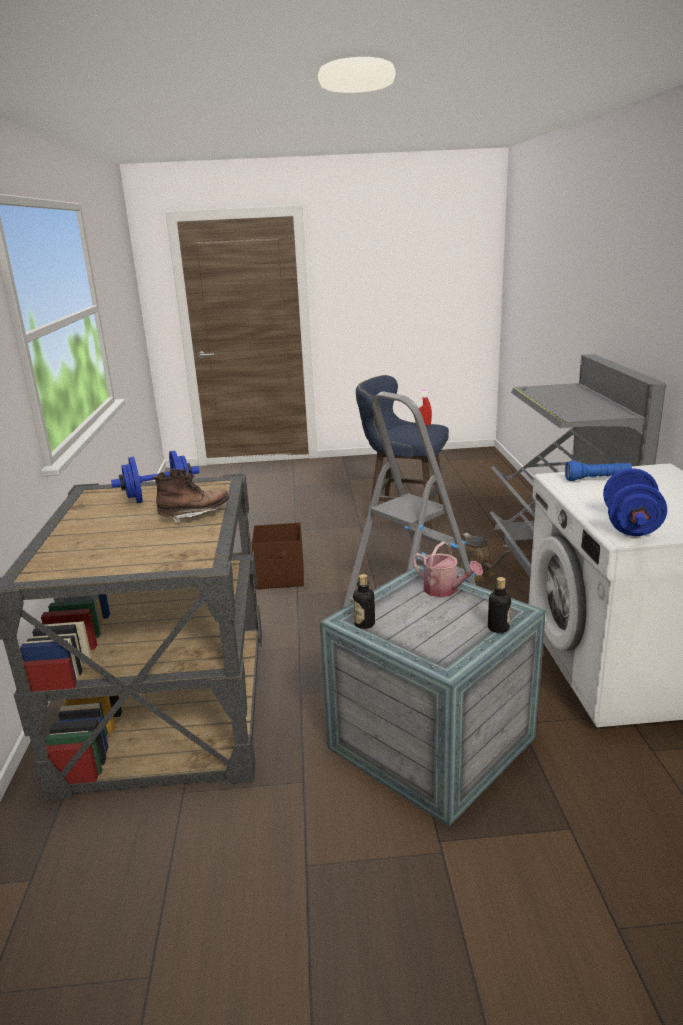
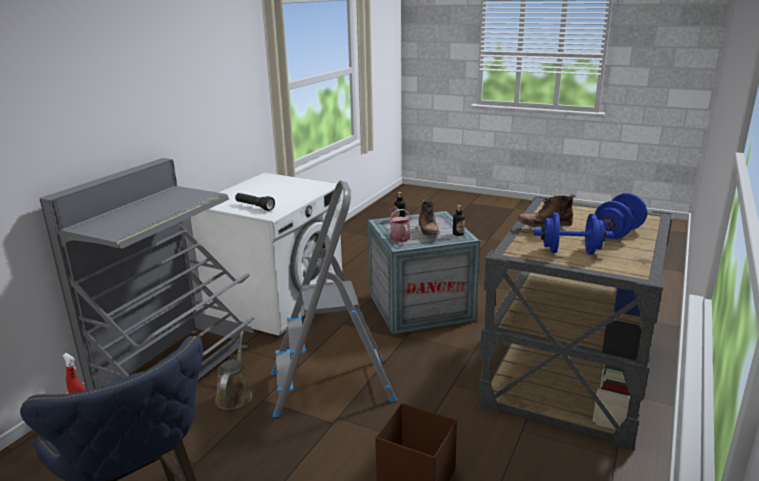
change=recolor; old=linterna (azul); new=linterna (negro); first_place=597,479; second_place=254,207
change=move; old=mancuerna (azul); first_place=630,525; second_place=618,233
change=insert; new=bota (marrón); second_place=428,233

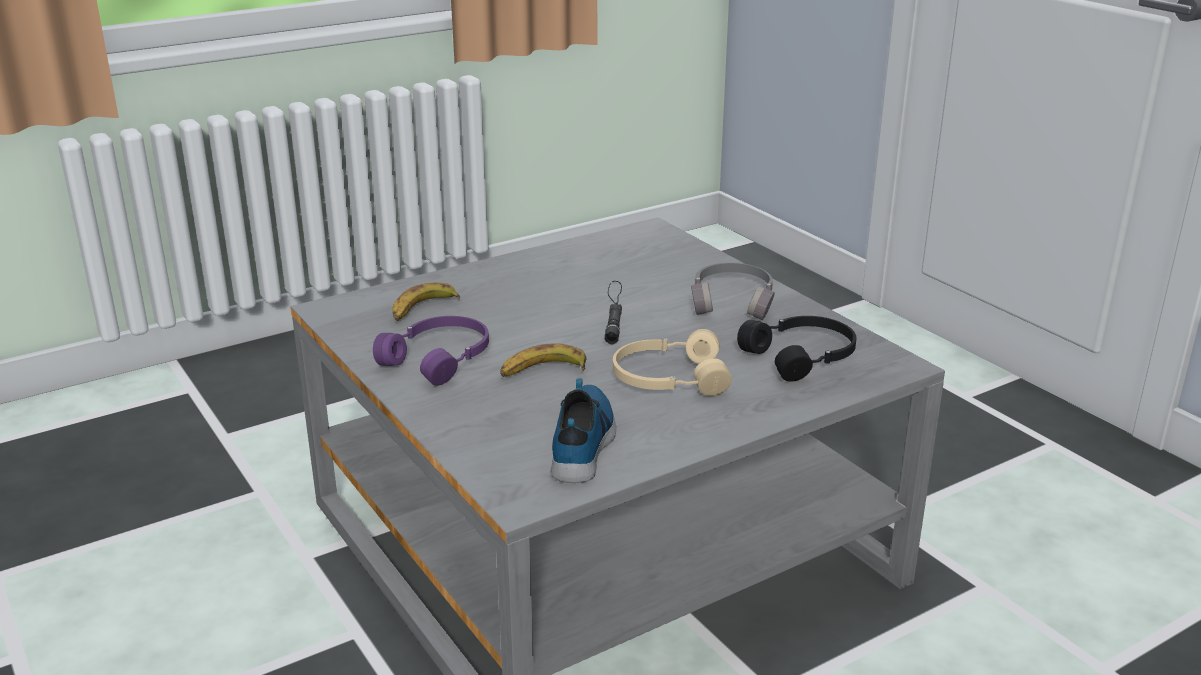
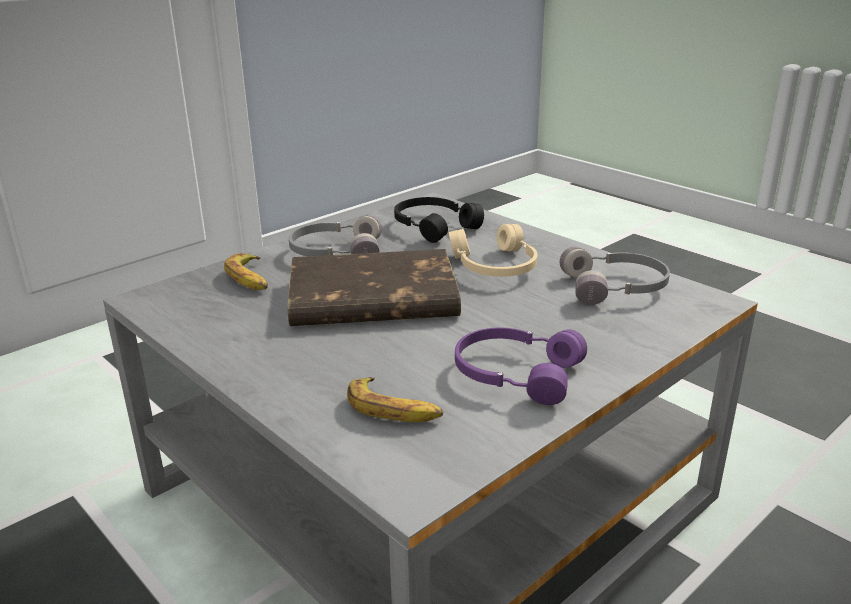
change=move; old=plátano; first_place=543,371; second_place=250,279
change=replace; old=zapato; new=auriculares (gris); first_place=584,442; second_place=616,288
change=replace; old=linterna (negro); new=libro (marrón); first_place=613,312; second_place=371,298

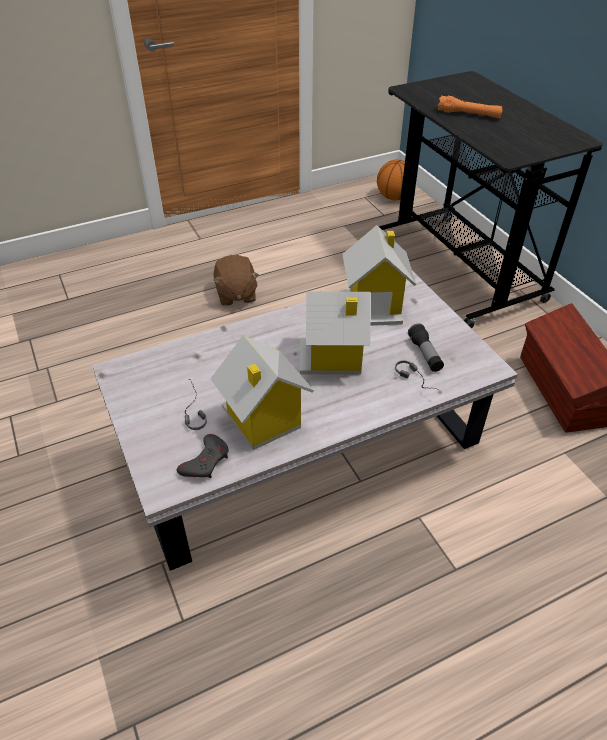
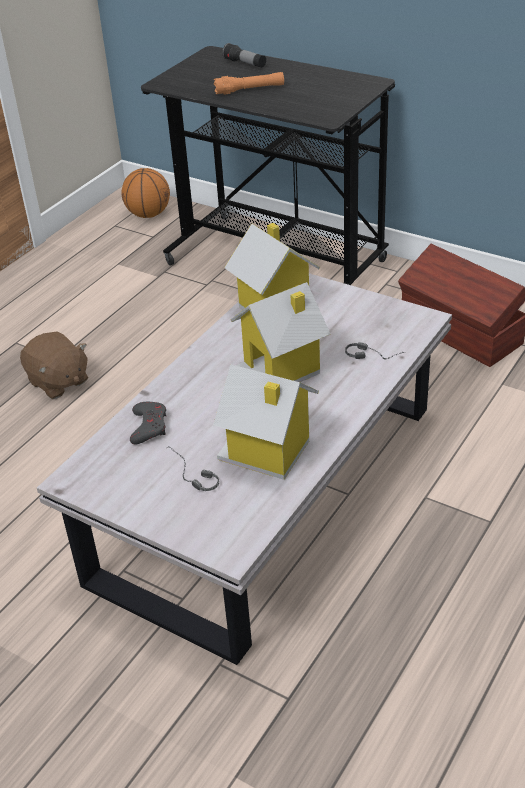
change=move; old=mando de consola (gris); first_place=206,461; second_place=149,426
change=move; old=linterna; first_place=425,354; second_place=245,64

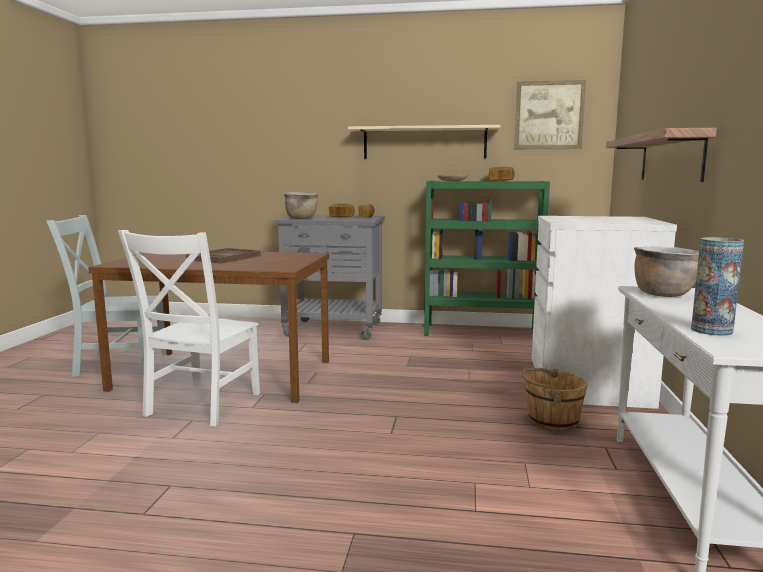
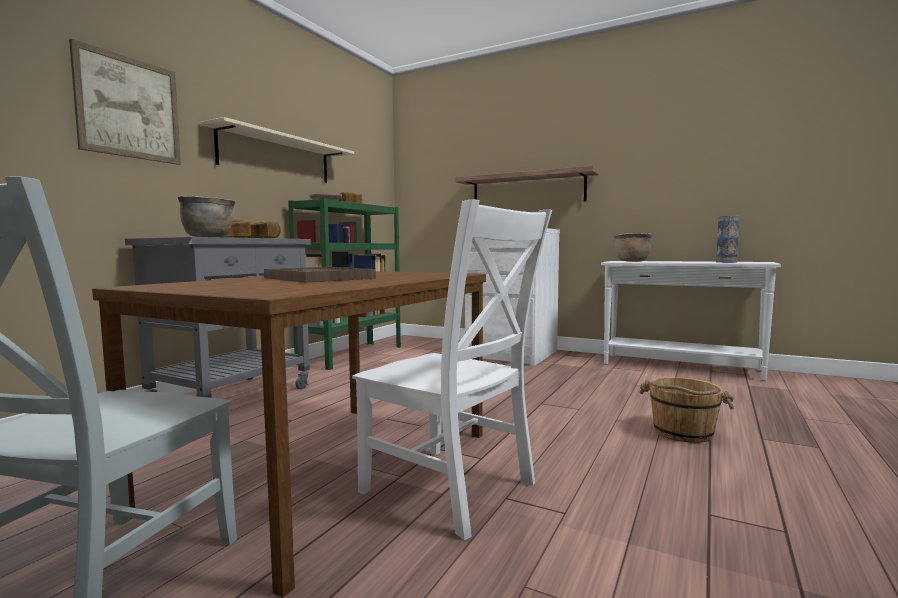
change=move; old=cuadro; first_place=549,115; second_place=129,108
change=move; old=cubo (marrón); first_place=551,420; second_place=682,432

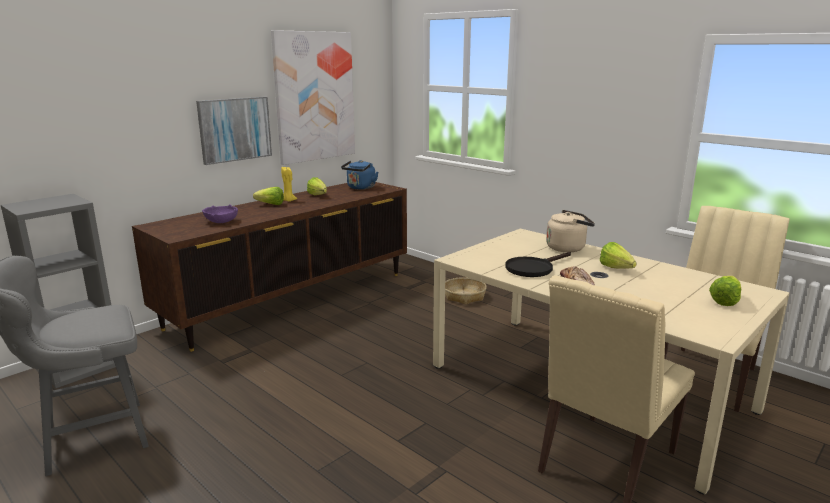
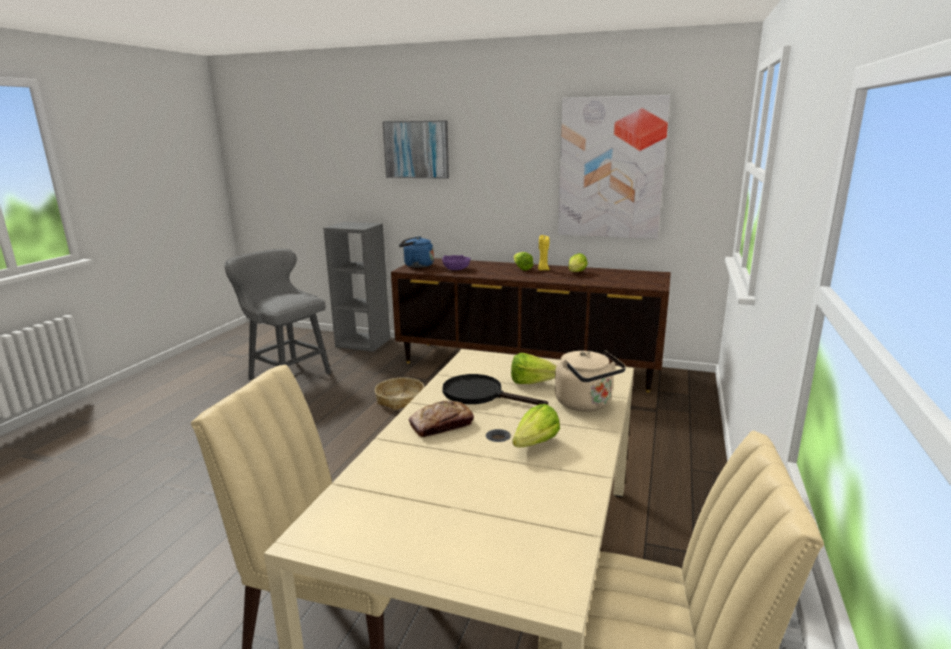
change=move; old=cuadro; first_place=235,129; second_place=416,149
change=move; old=hervidor (azul); first_place=360,188; second_place=416,265
change=move; old=cesta; first_place=464,296; second_place=400,400
change=move; old=lechuga; first_place=727,300; second_place=536,383

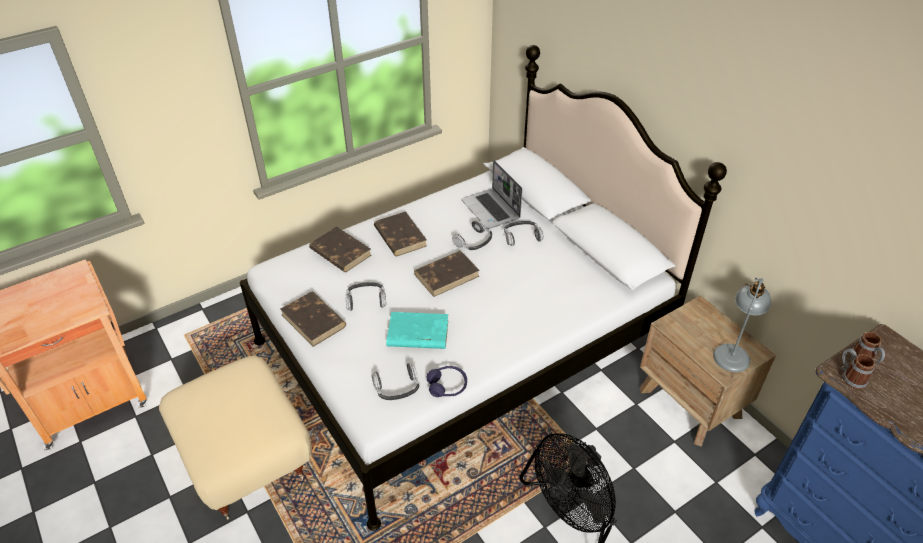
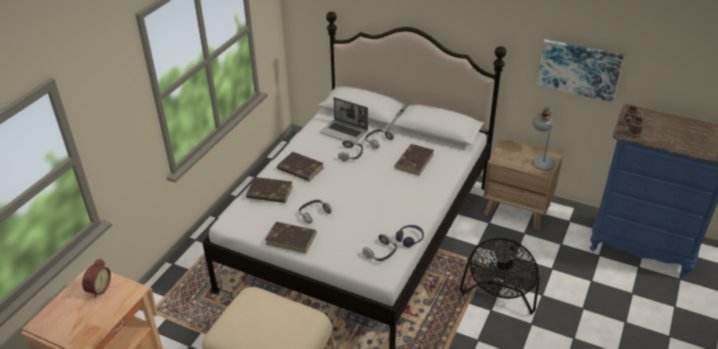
change=delete; old=libro (turquesa); first_place=417,333
change=move; old=libro (marrón); first_place=447,275; second_place=414,161
change=insert; new=despertador; second_place=98,288
change=insert; new=cuadro; second_place=579,69

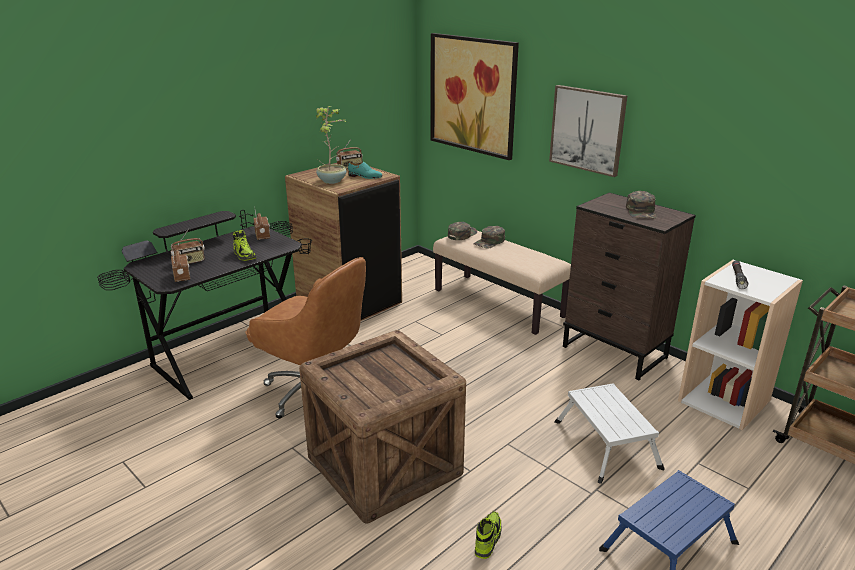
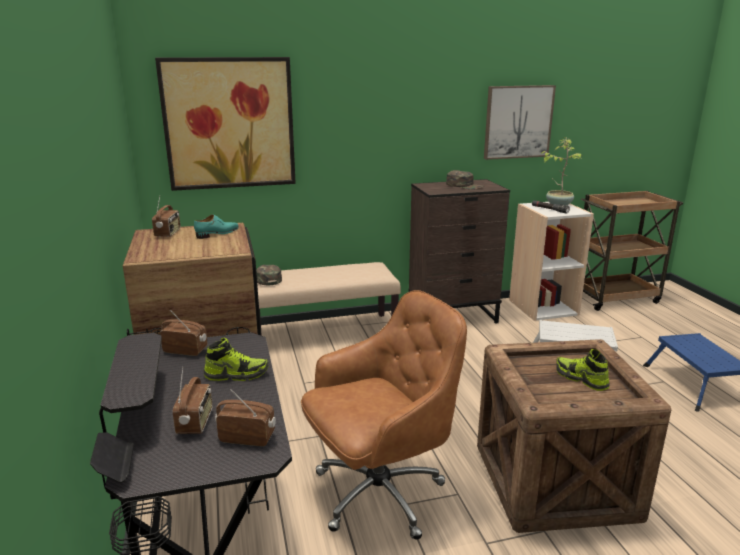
change=move; old=planta en maceta; first_place=332,181; second_place=558,204
change=delete; old=gorra (verde); first_place=489,242
change=move; old=zapato; first_place=487,539; second_place=581,379
change=move; old=cuadro; first_place=587,129; second_place=518,122

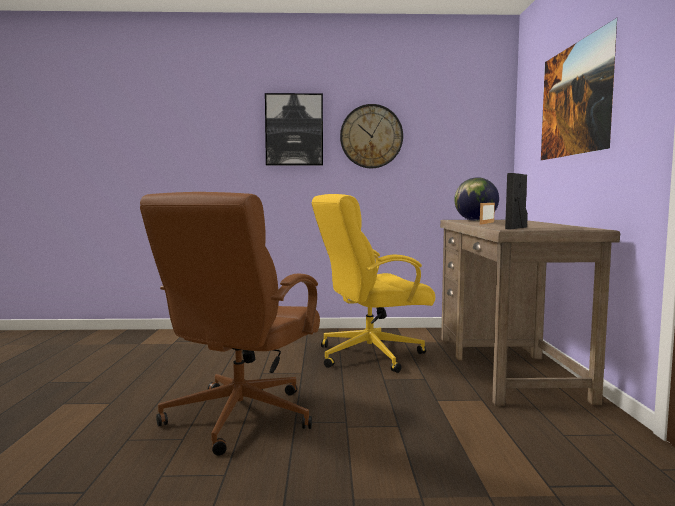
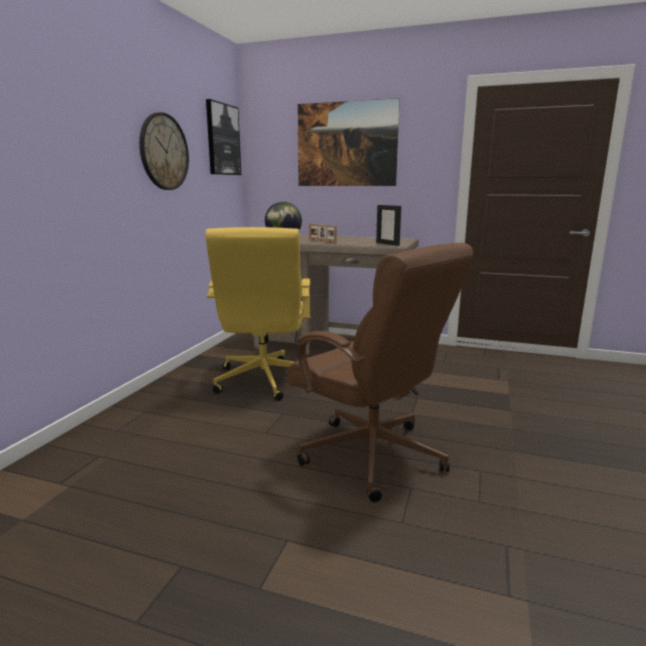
change=move; old=cuadro; first_place=294,130; second_place=222,139

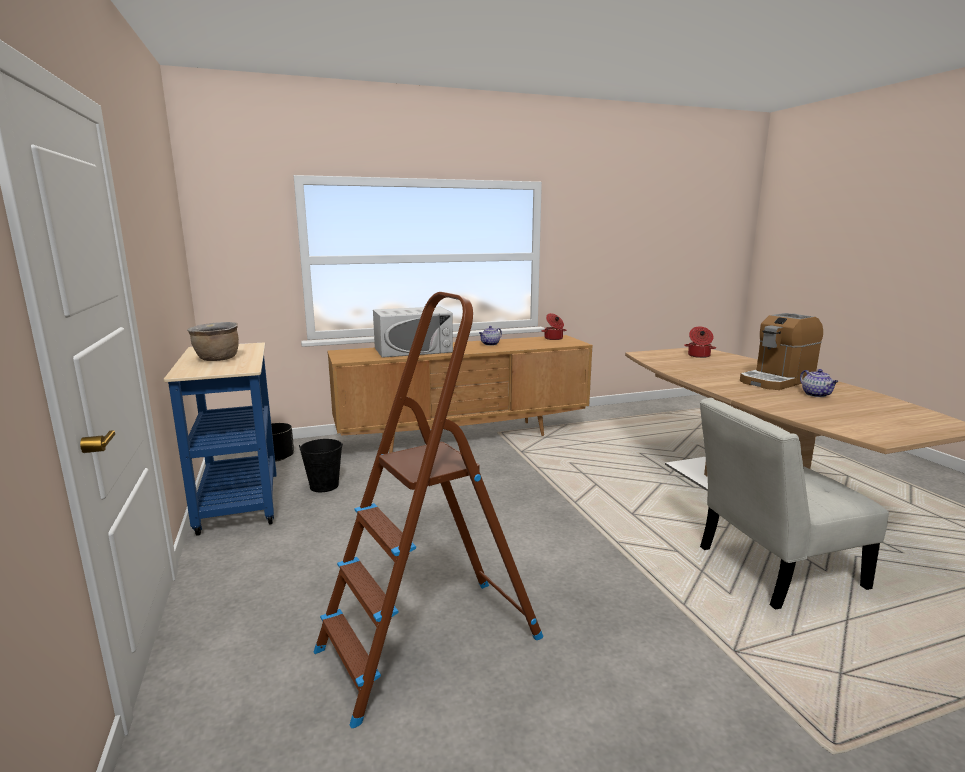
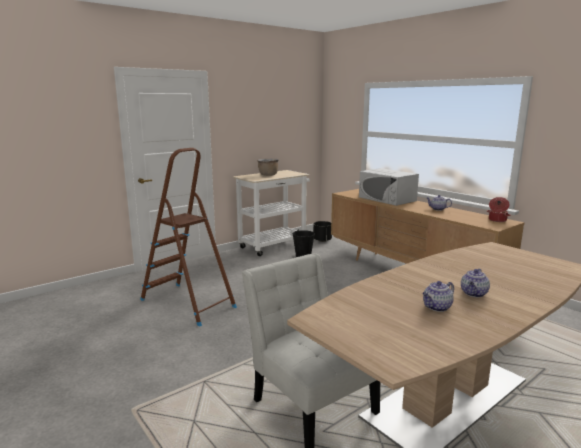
change=recolor; old=carrito (azul); new=carrito (blanco); first_place=239,502; second_place=273,246
change=delete; old=olla; first_place=698,355
change=replace; old=cafetera; new=tetera; first_place=777,380; second_place=474,294

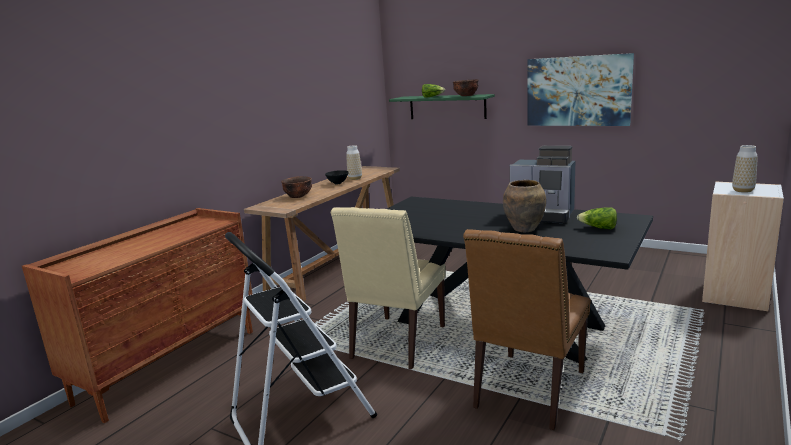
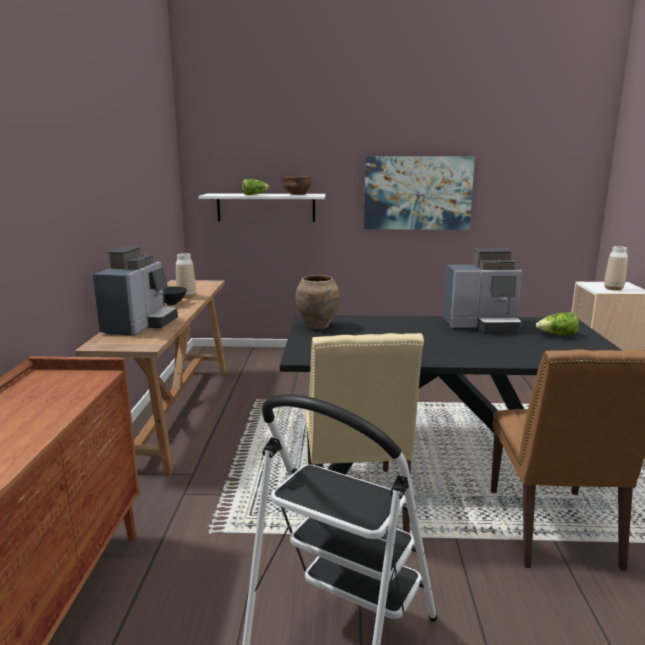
change=replace; old=cuenco (marrón); new=cafetera; first_place=298,196; second_place=140,325
change=recolor; old=estante (verde); new=estante (blanco); first_place=447,107; second_place=266,207
change=move; old=florero (marrón); first_place=525,229; second_place=318,326

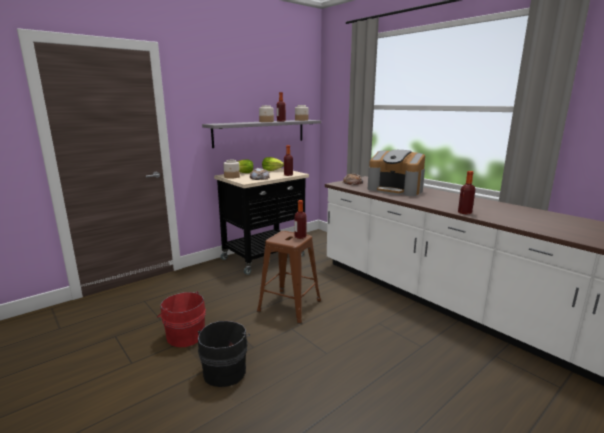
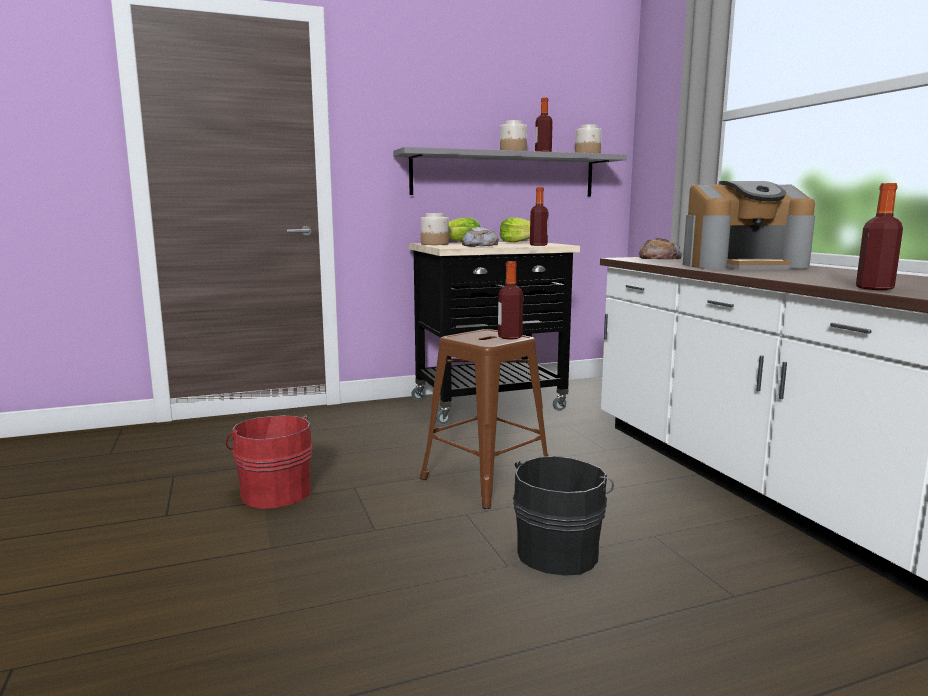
change=move; old=cubo (negro); first_place=225,370; second_place=559,551
change=rotate; old=cafetera; first_place=395,190; second_place=742,265; degrees=-60

